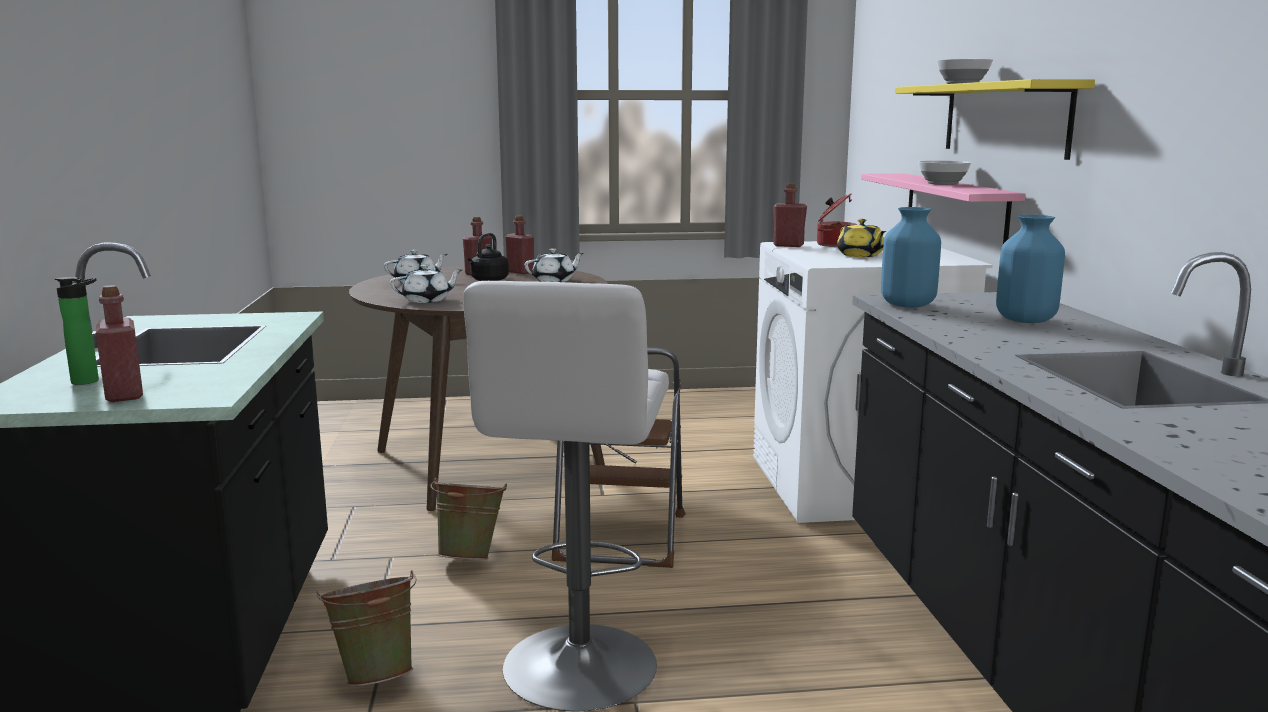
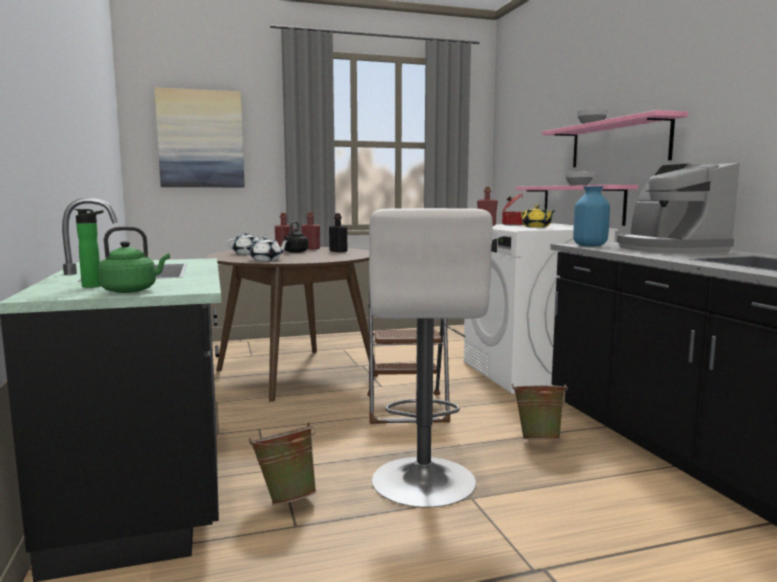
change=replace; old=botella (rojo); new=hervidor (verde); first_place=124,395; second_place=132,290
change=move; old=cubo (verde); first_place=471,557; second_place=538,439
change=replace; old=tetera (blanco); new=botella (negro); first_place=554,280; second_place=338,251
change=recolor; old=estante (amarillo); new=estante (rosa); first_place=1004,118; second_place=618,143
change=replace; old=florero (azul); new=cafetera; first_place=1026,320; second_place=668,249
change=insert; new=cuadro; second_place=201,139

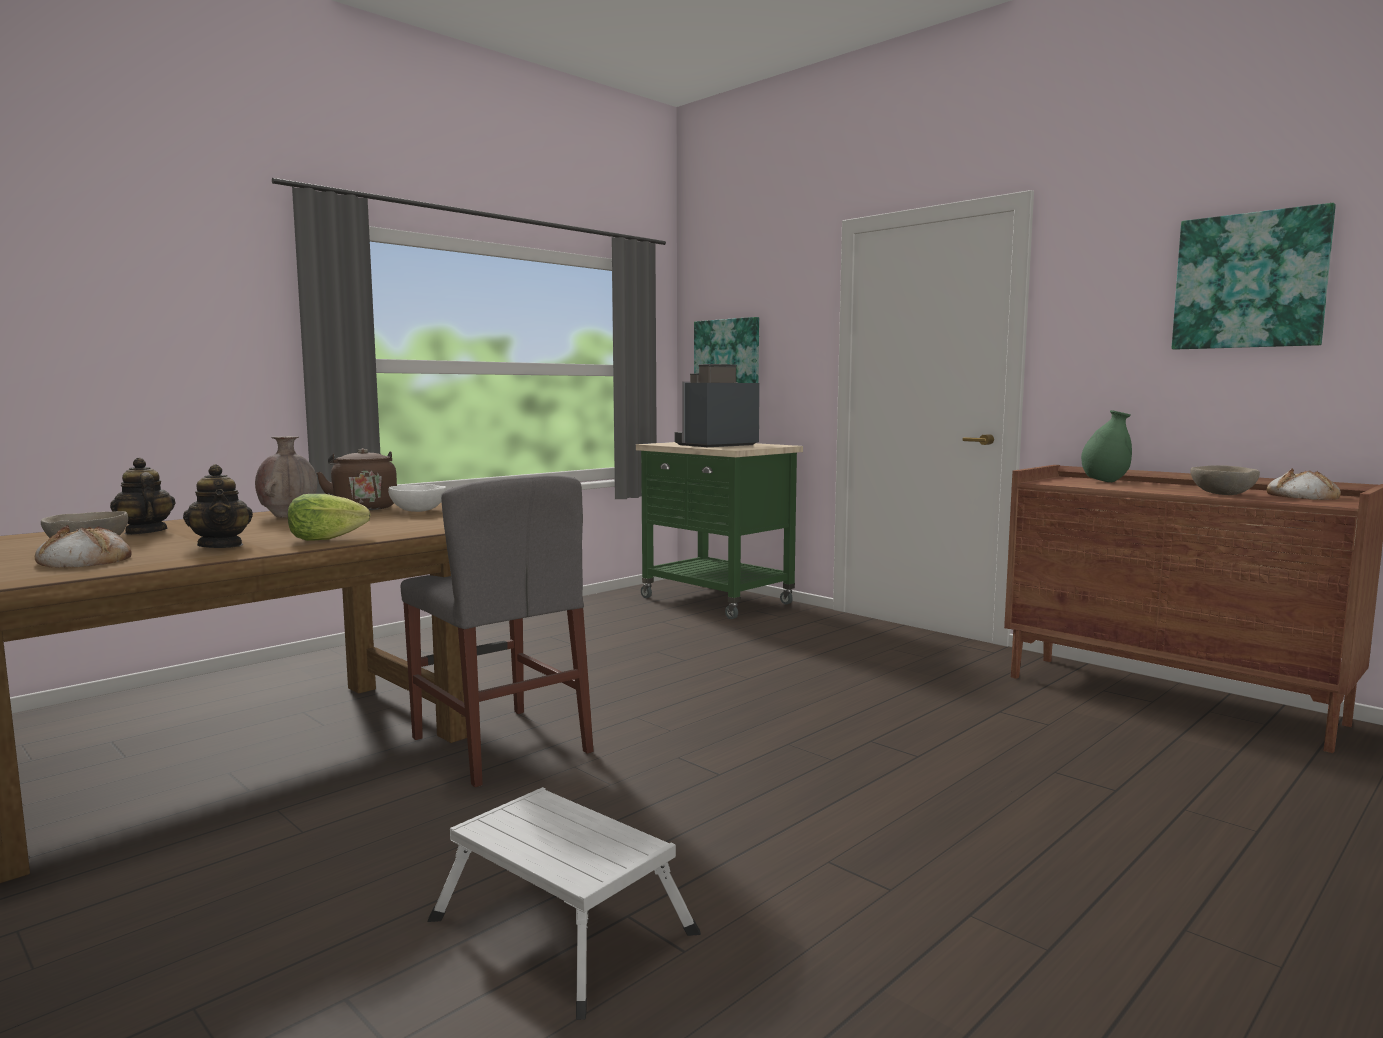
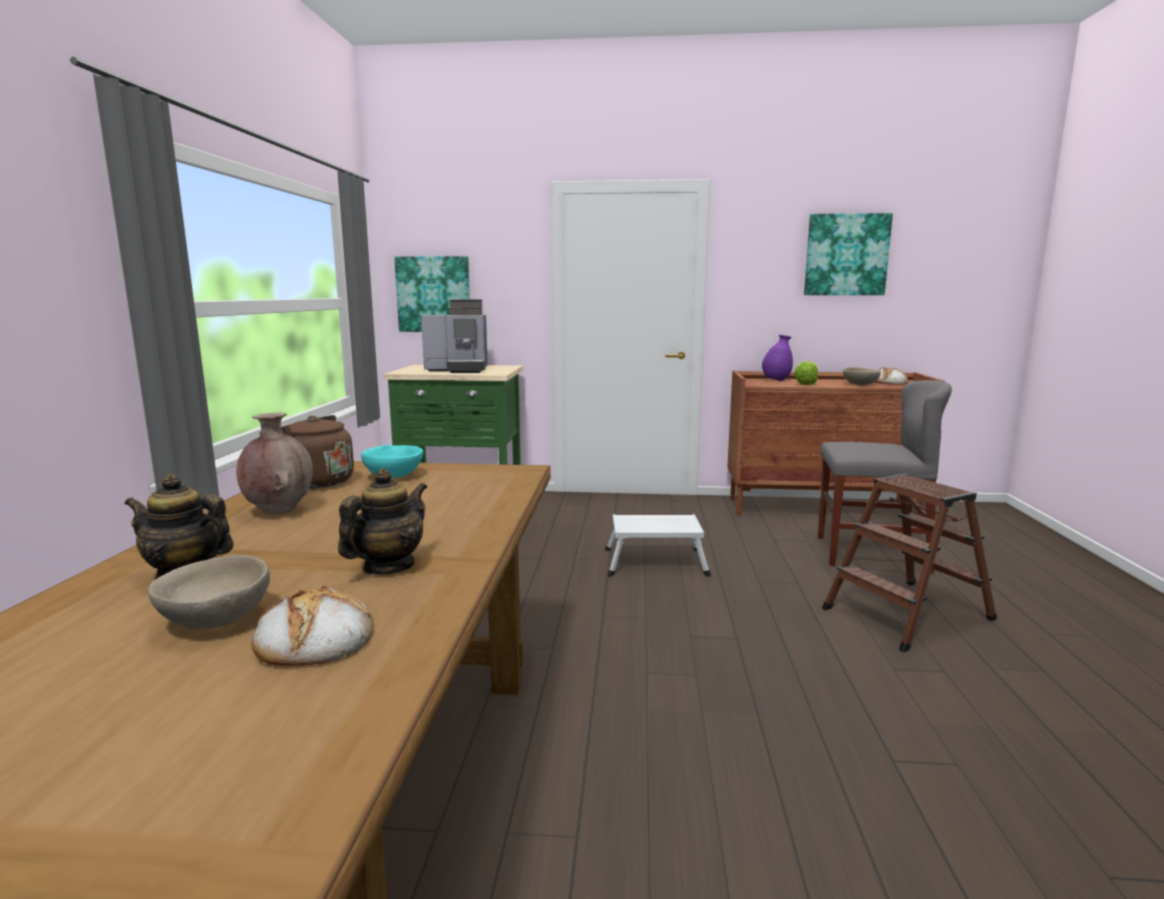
change=rotate; old=tetera; first_place=221,545; second_place=388,567; degrees=-75
change=move; old=lechuga; first_place=325,539; second_place=805,384
change=recolor; old=cuenco (blanco); new=cuenco (turquesa); first_place=419,511; second_place=394,476
change=move; old=silla (gris); first_place=500,744; second_place=871,553
change=move; old=escalera de tijera (blanco); first_place=563,927; second_place=656,562
change=rotate; old=cafetera; first_place=715,445; second_place=459,370; degrees=-105
change=recolor; old=florero (verde); new=florero (morado); first_place=1104,481; second_place=776,380
change=insert; new=escalera de tijera (marrón); second_place=907,613

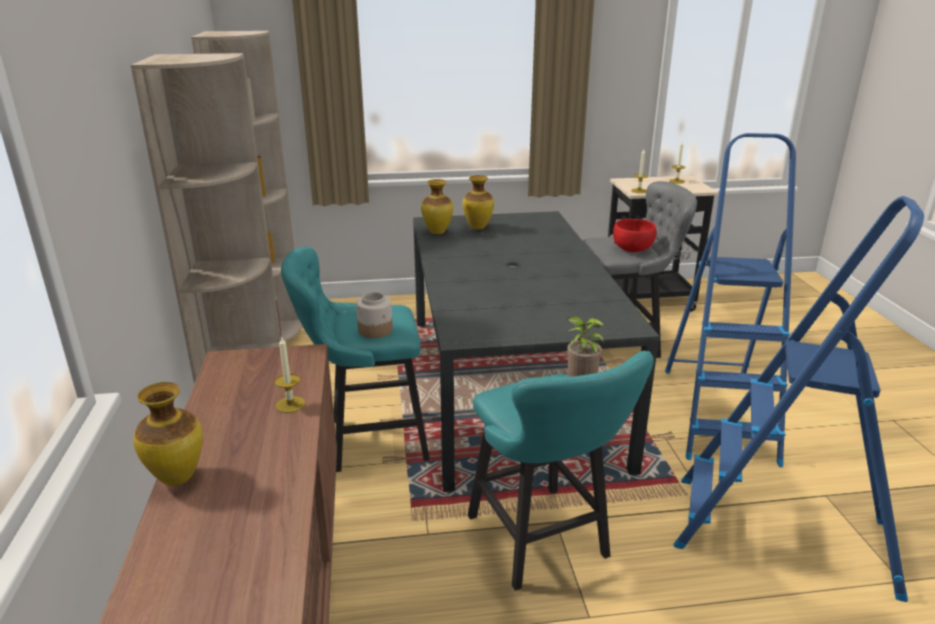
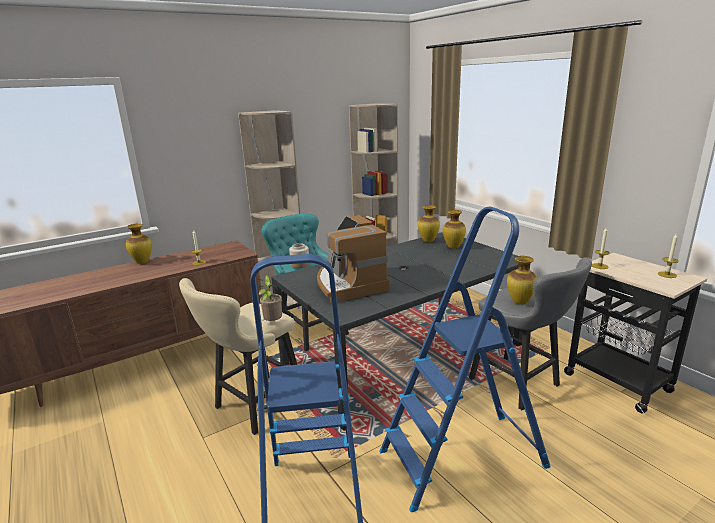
change=recolor; old=taburete (turquesa); new=taburete (beis); first_place=545,547; second_place=252,408
change=replace; old=cuenco (rojo); new=florero; first_place=633,249; second_place=520,302
change=insert; new=cafetera; second_place=349,285

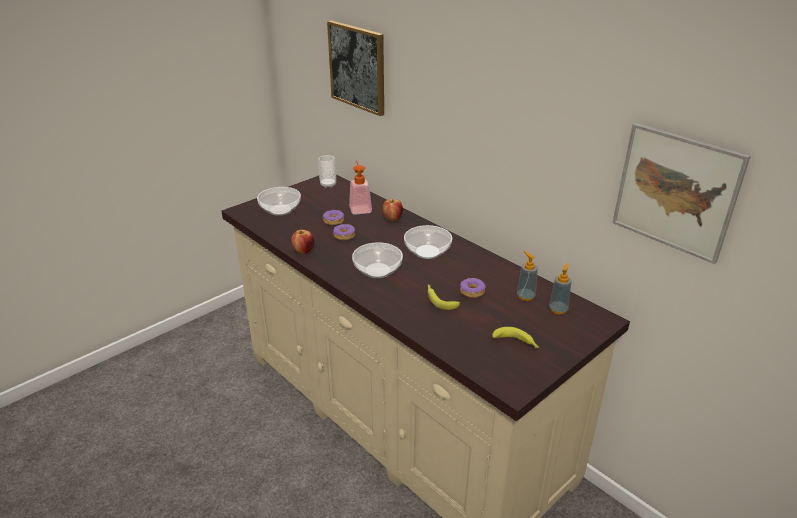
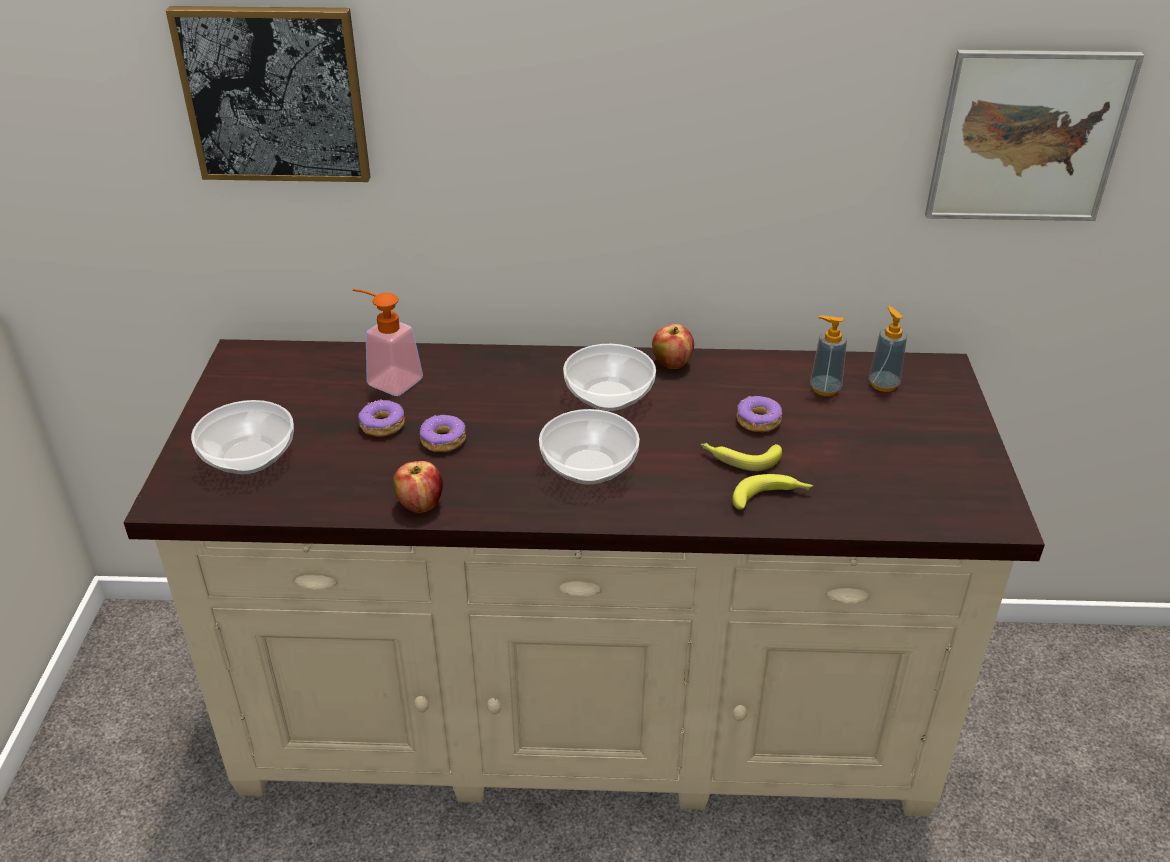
change=delete; old=taza; first_place=328,185
change=move; old=manzana; first_place=392,219; second_place=671,364
change=move; old=plátano; first_place=516,343; second_place=771,498

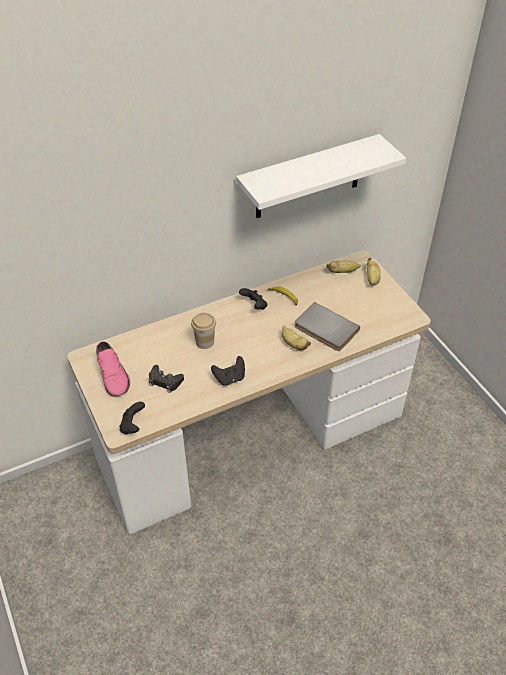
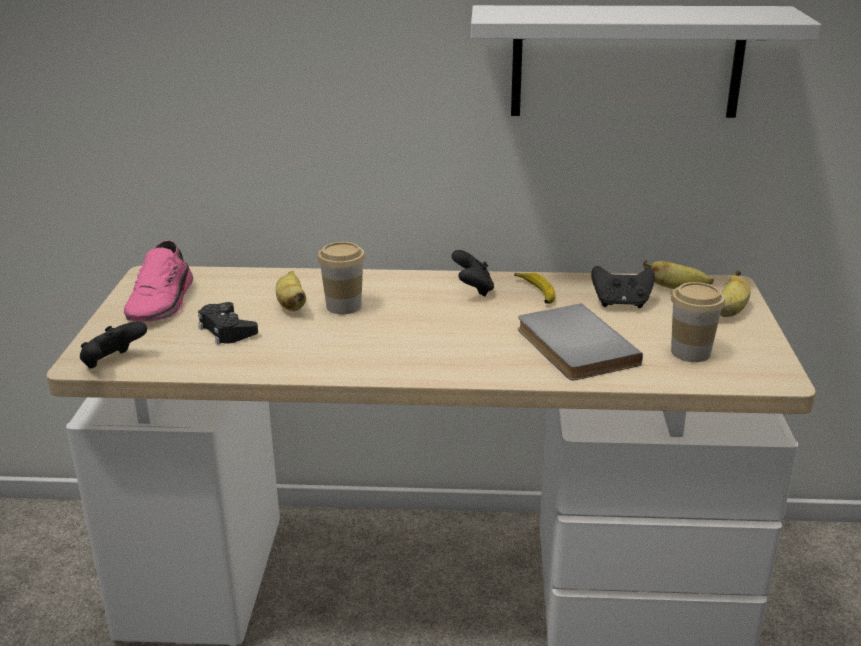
change=move; old=mando de consola (negro); first_place=230,378; second_place=621,303
change=move; old=plátano; first_place=293,344; second_place=291,305
change=insert; new=taza; second_place=690,352

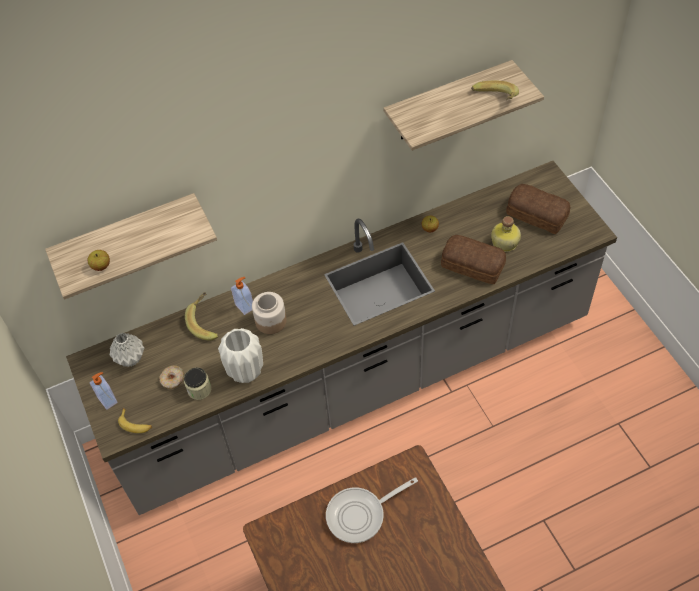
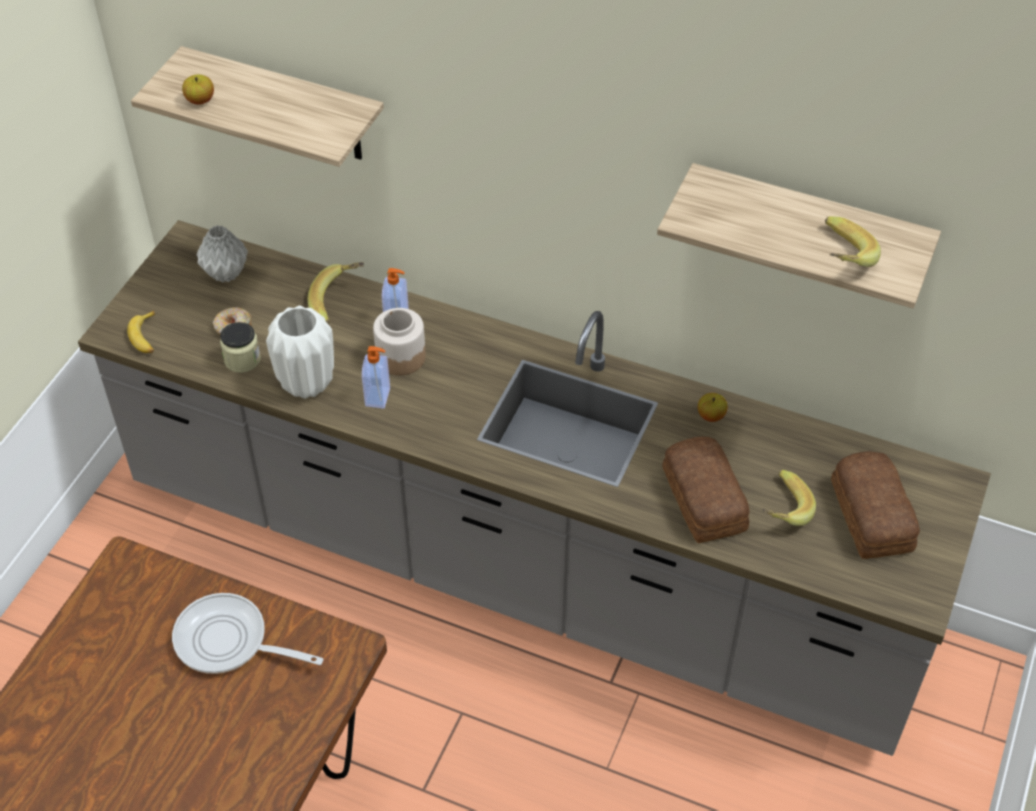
change=move; old=dispensador de jabón; first_place=108,400; second_place=379,397
change=replace; old=botella; new=plátano; first_place=504,242; second_place=780,509

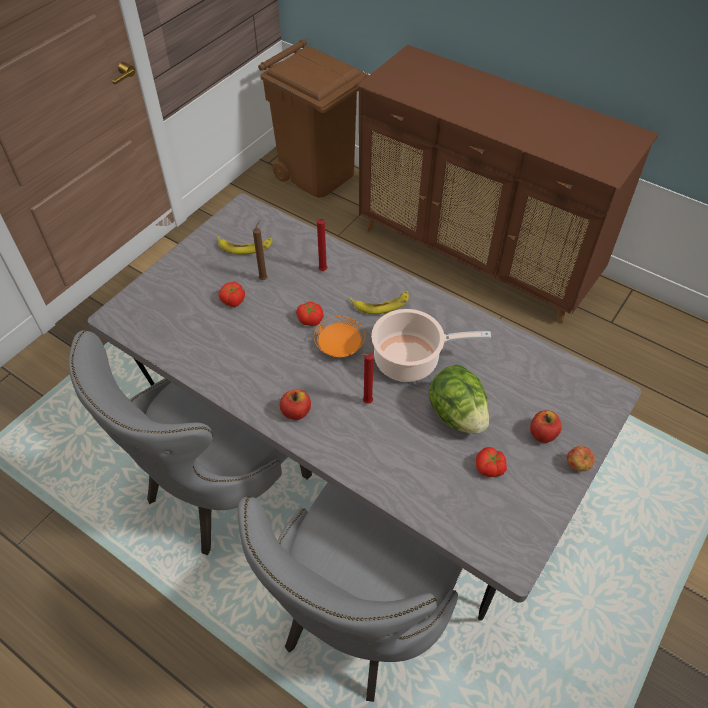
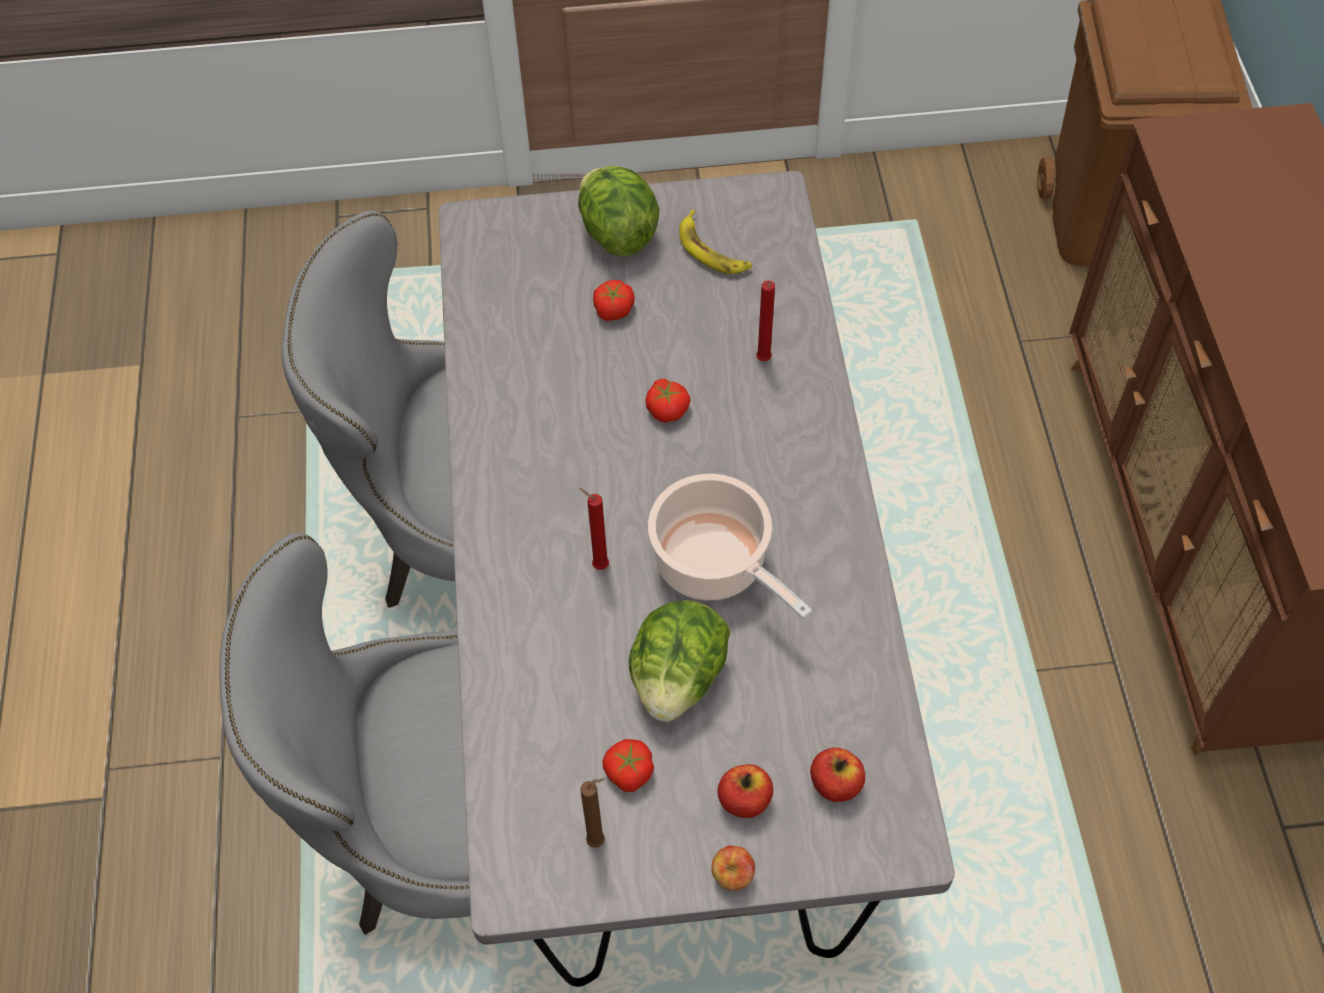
change=move; old=vela (marrón); first_place=264,278; second_place=599,841
change=move; old=manzana; first_place=296,412; second_place=835,784
change=delete; old=plato (naranja); first_place=339,346
change=delete; old=plátano; first_place=381,304
change=insert; new=lechuga; second_place=617,233

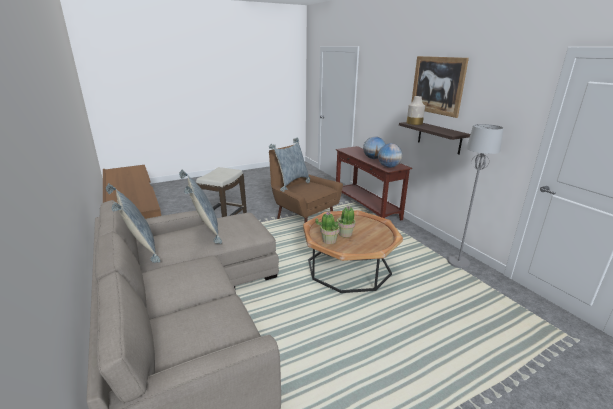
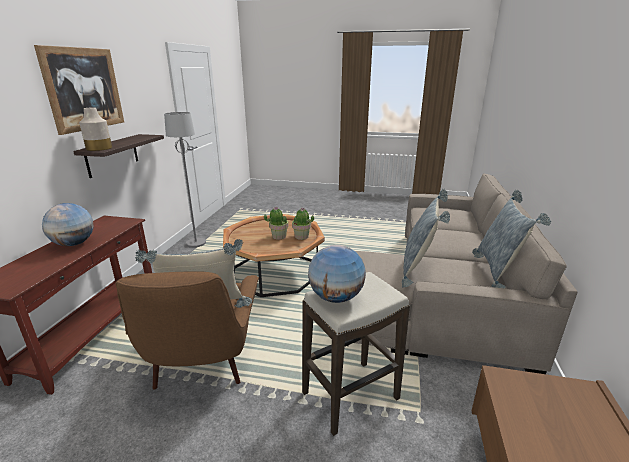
change=move; old=globo terráqueo; first_place=388,167; second_place=335,297

